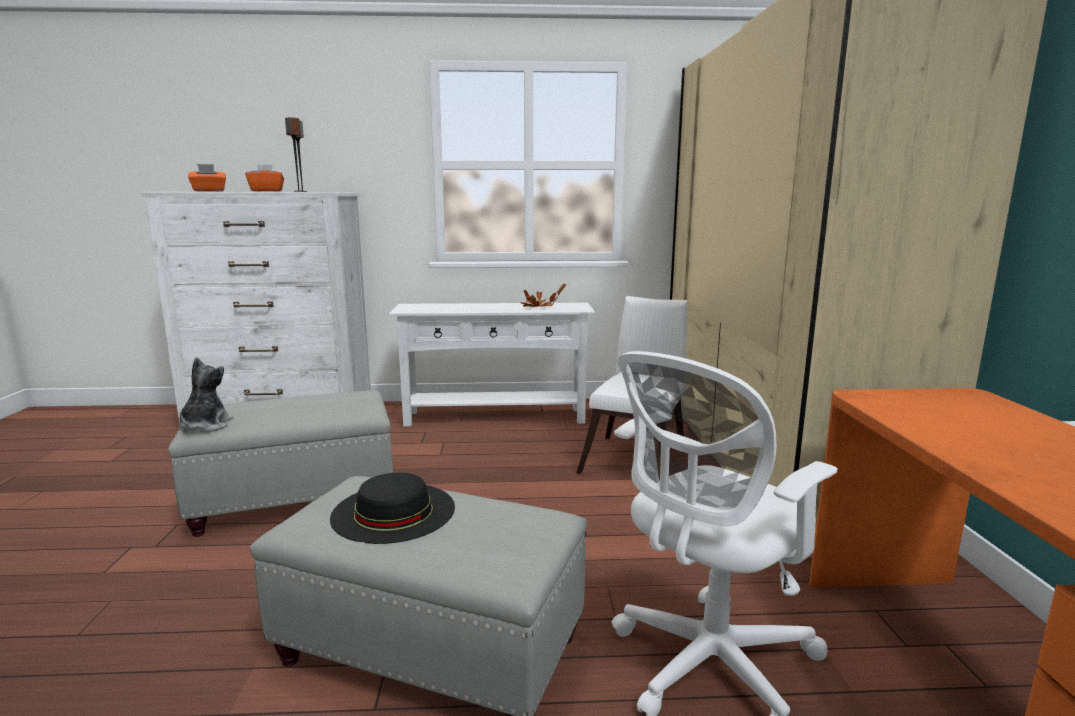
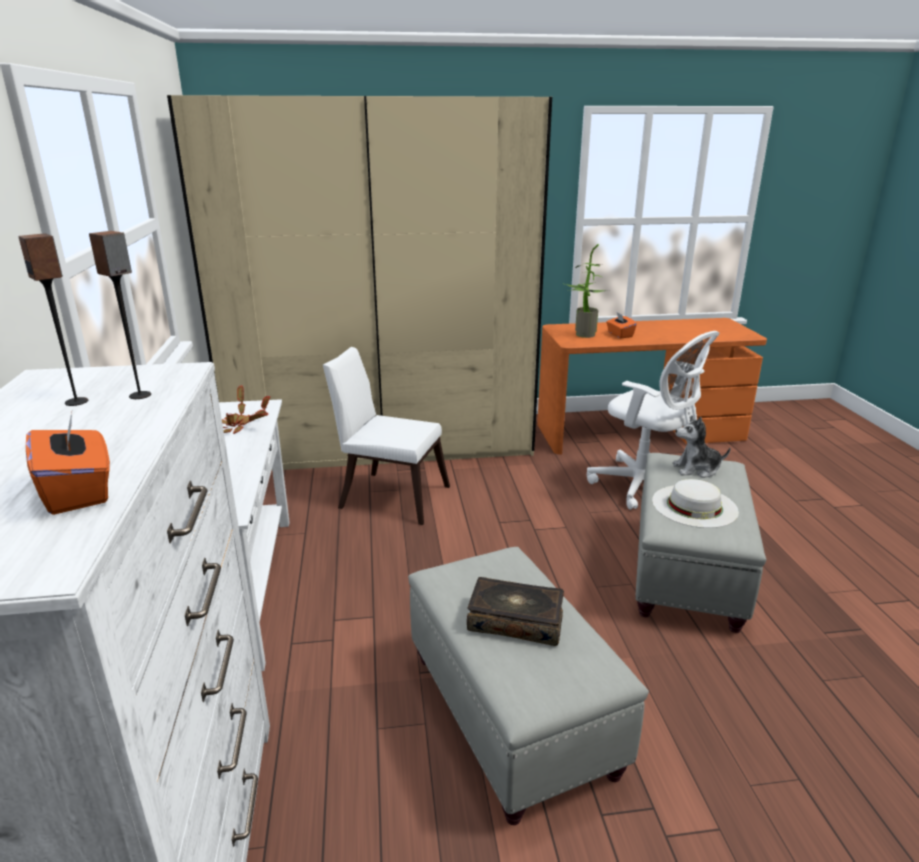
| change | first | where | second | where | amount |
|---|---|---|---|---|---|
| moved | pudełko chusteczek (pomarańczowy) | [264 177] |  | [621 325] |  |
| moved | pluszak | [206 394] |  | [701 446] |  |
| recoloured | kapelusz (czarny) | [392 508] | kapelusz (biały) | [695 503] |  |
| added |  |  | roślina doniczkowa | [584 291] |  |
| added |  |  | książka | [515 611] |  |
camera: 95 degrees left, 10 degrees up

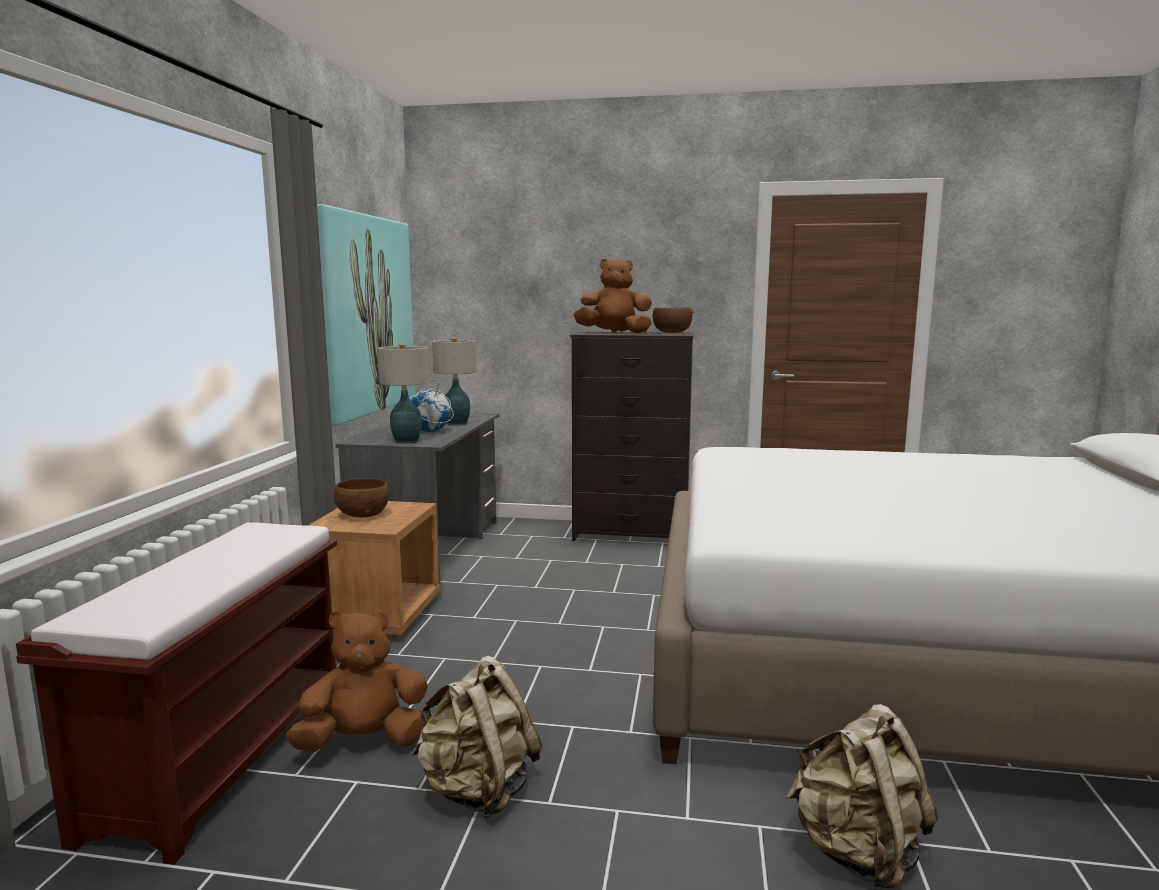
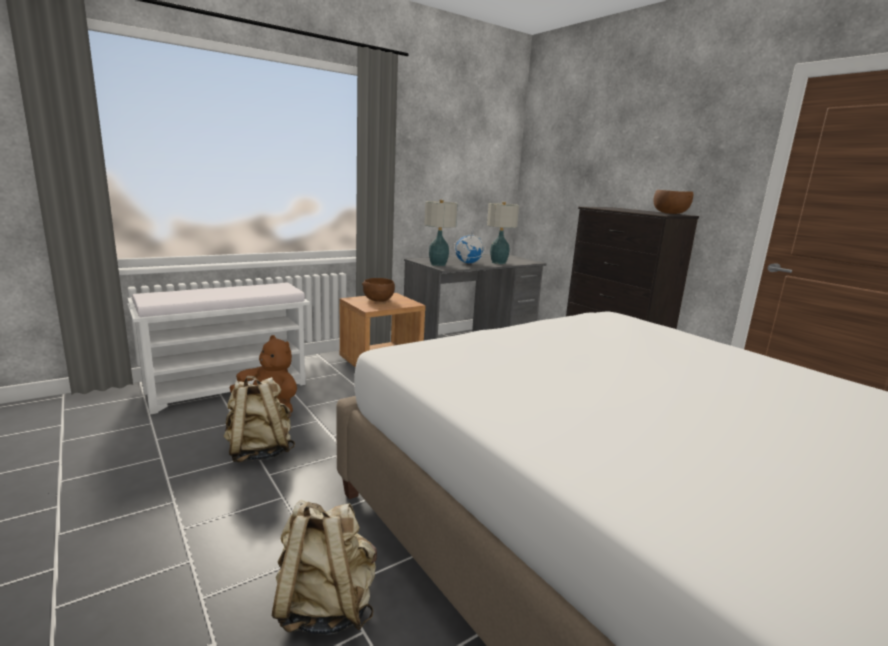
| change | first | where | second | where | amount |
|---|---|---|---|---|---|
| removed | obraz | [366 315] |  |  |  |
| removed | pluszak (brązowy) | [612 296] |  |  |  |
| recoloured | ławka (brązowy) | [176 693] | ławka (biały) | [218 348] |  |
camera: 45 degrees right, 5 degrees up

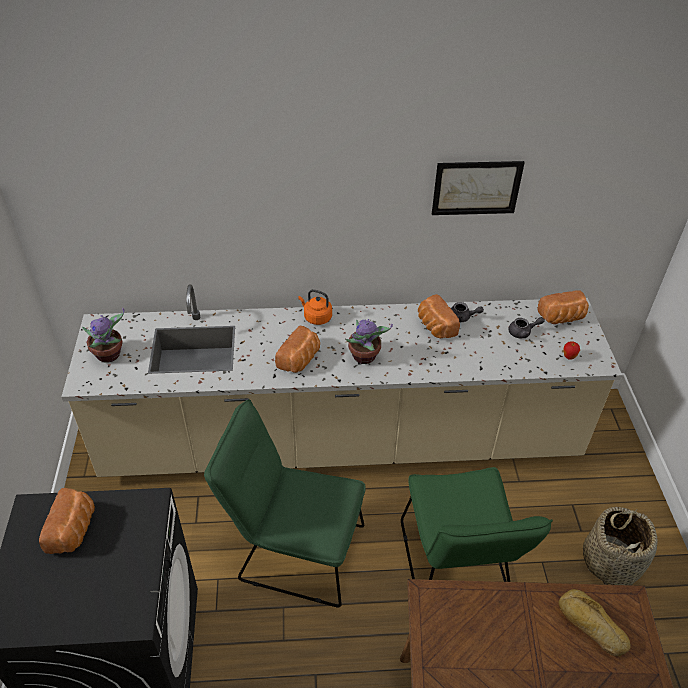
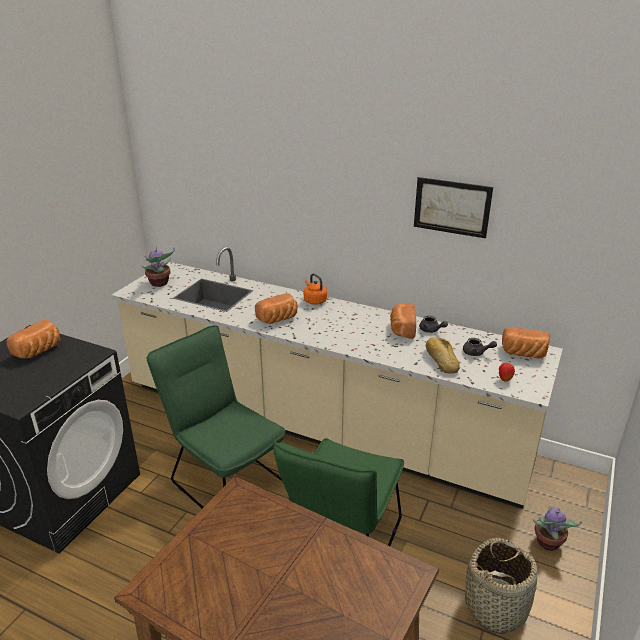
| change | first | where | second | where | amount |
|---|---|---|---|---|---|
| moved | roślina doniczkowa | [369 341] |  | [557 528] |  |
| moved | chleb | [594 623] |  | [443 355] |  |
camera: 30 degrees right, 15 degrees down

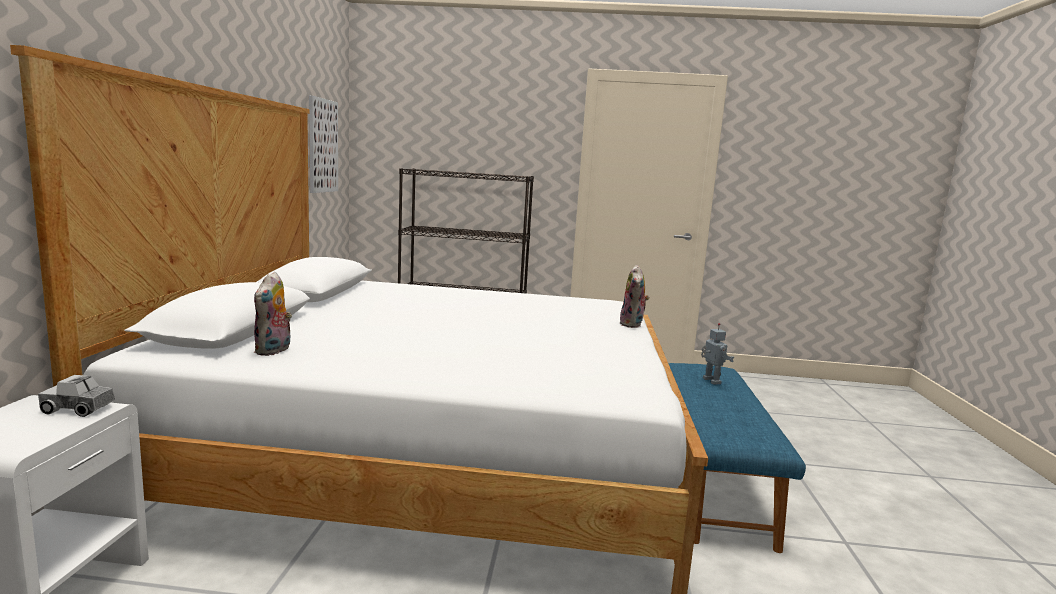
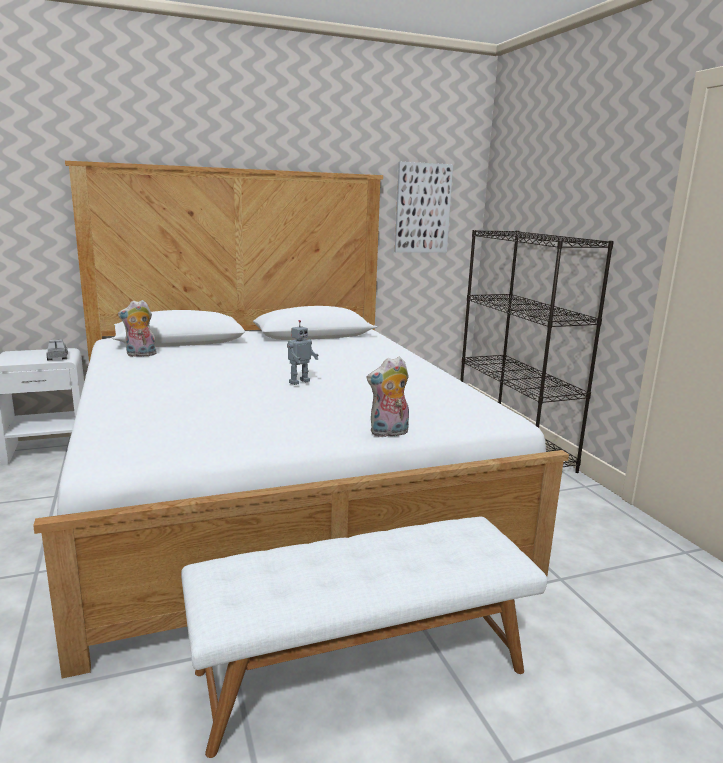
| change | first | where | second | where | amount |
|---|---|---|---|---|---|
| moved | robot zabawkowy | [717 354] |  | [303 352] |  |
| recoloured | ławka (niebieski) | [737 458] | ławka (biały) | [364 637] |  |
camera: 65 degrees right, 5 degrees up

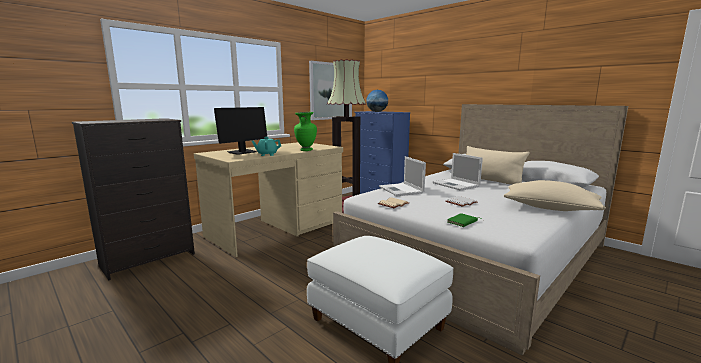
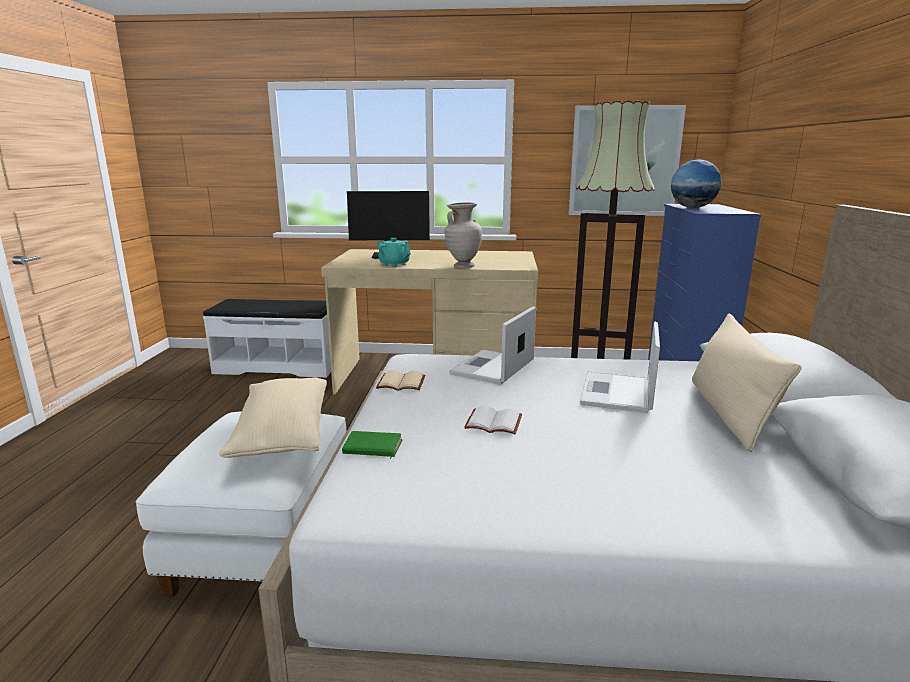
| change | first | where | second | where | amount |
|---|---|---|---|---|---|
| recoloured | wazon (zielony) | [305 131] | wazon (beżowy) | [463 235] |  |
| replaced | komoda (czarny) | [133 199] | ławka (biały) | [267 338] |  |
| moved | poduszka (beżowy) | [555 195] |  | [273 417] |  |
camera: 50 degrees right, 5 degrees up

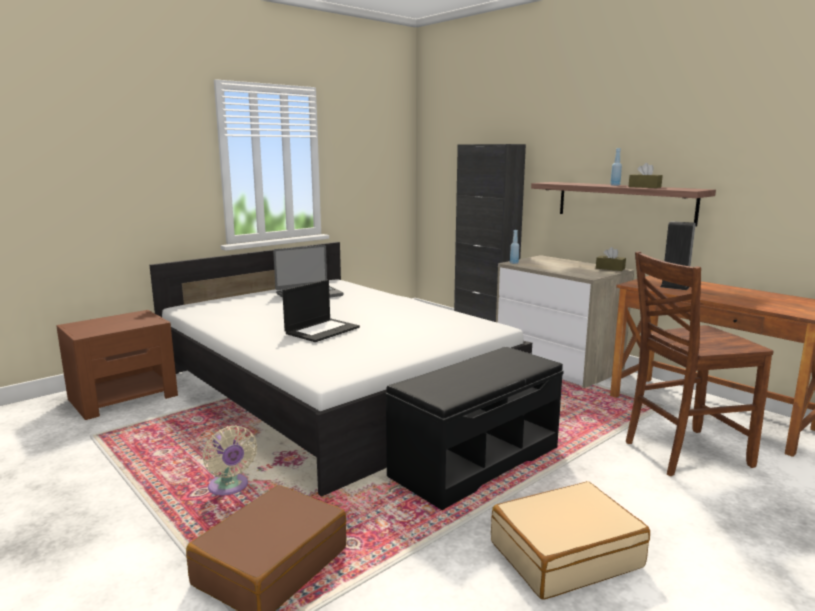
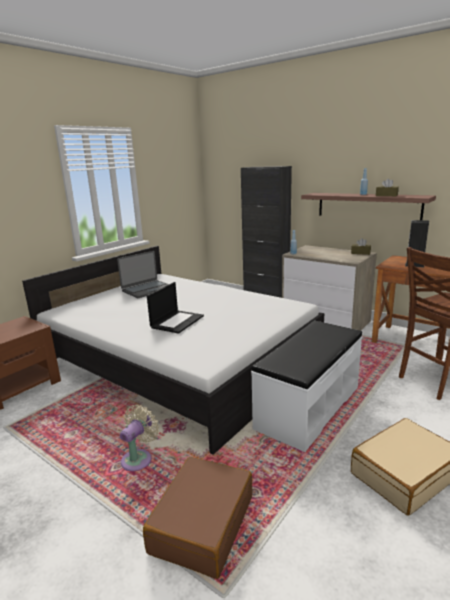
| change | first | where | second | where | amount |
|---|---|---|---|---|---|
| recoloured | ławka (czarny) | [474 428] | ławka (biały) | [307 386] |  |
| turned | wentylator (beżowy) | [230 461] |  | [139 437] | 105 degrees counterclockwise |
camera: 10 degrees left, 5 degrees up

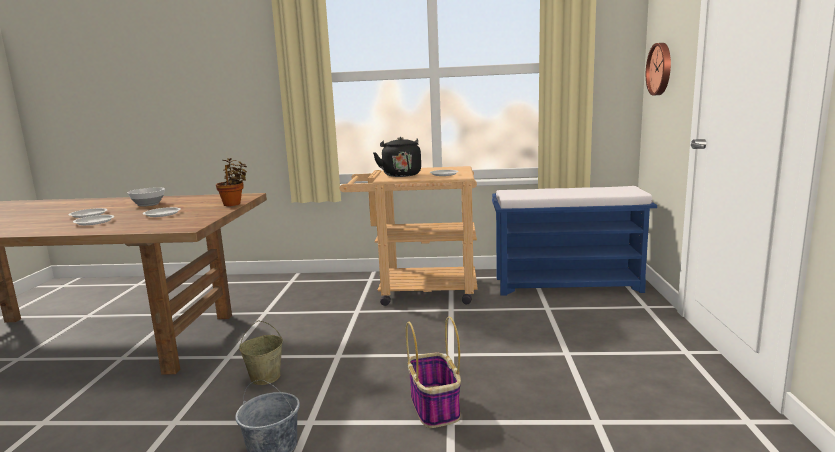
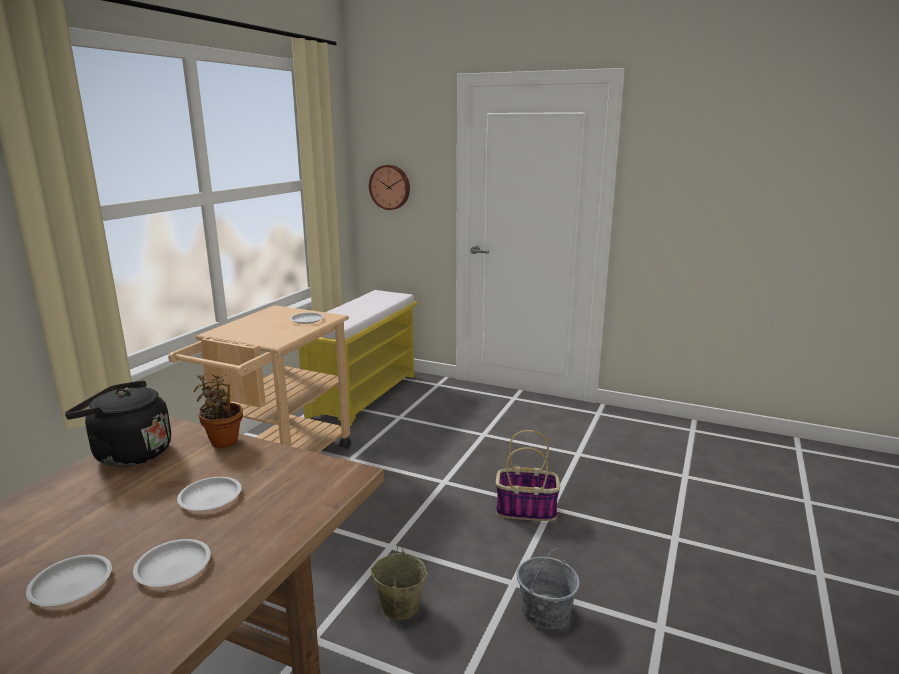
| change | first | where | second | where | amount |
|---|---|---|---|---|---|
| moved | czajnik (czarny) | [397 157] |  | [118 423] |  |
| recoloured | ławka (niebieski) | [574 241] | ławka (żółty) | [357 358] |  |
| removed | miska | [146 197] |  |  |  |
camera: 70 degrees left, 5 degrees up

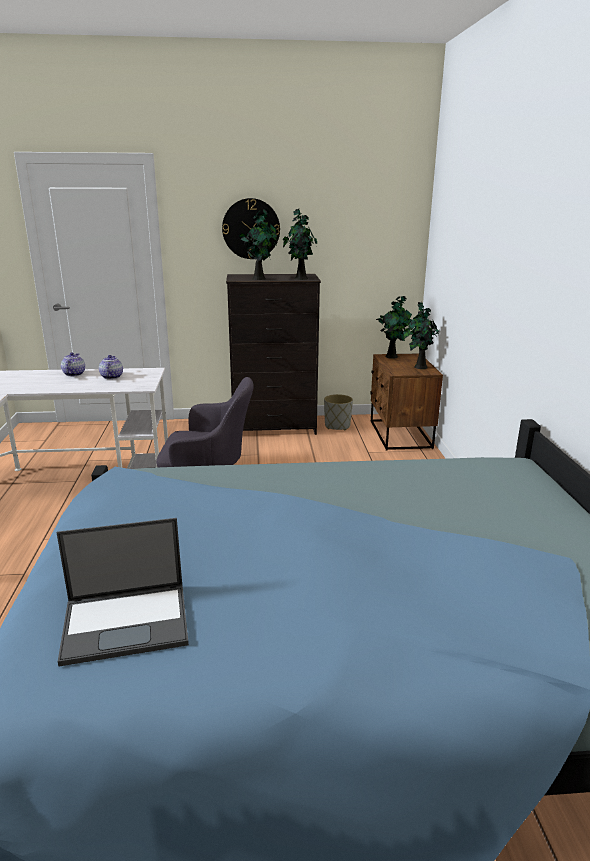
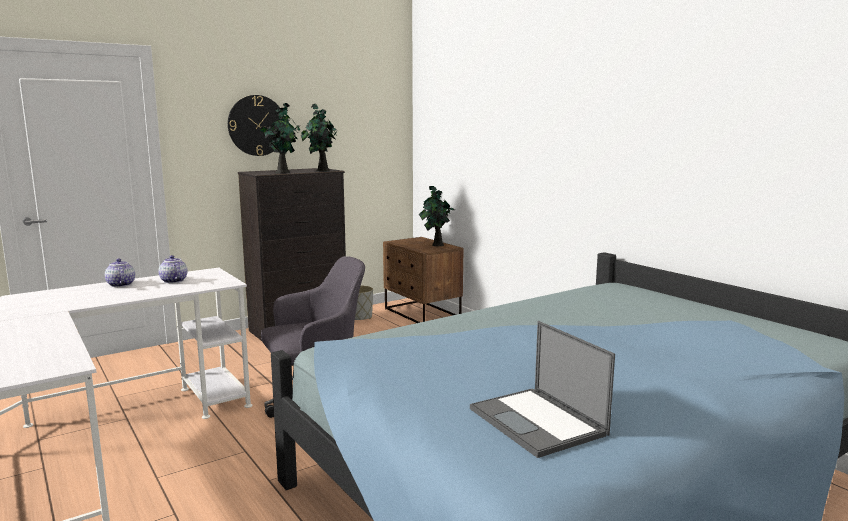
| change | first | where | second | where | amount |
|---|---|---|---|---|---|
| removed | roślina doniczkowa | [394 327] |  |  |  |
| turned | laptop | [122 592] |  | [542 389] | 105 degrees clockwise |
camera: 30 degrees left, 10 degrees down

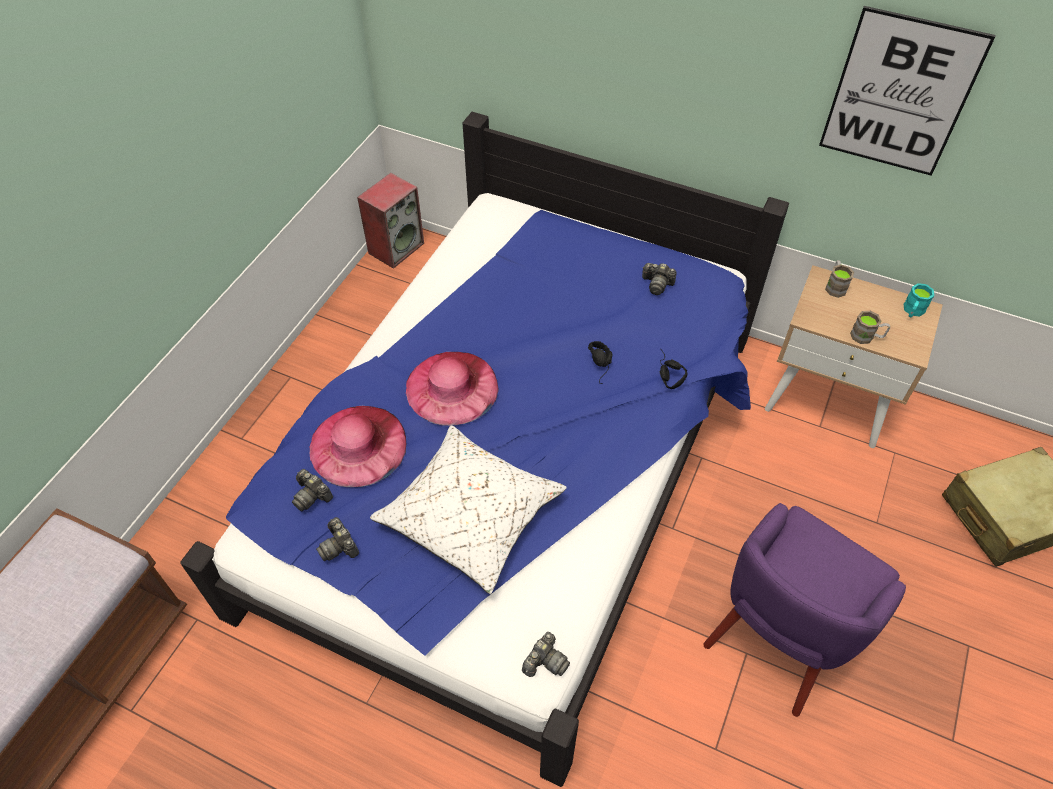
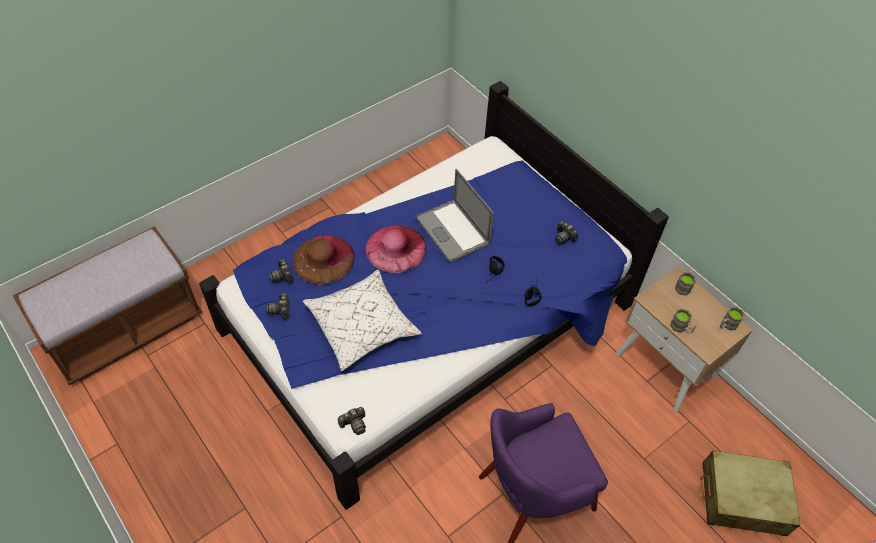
| change | first | where | second | where | amount |
|---|---|---|---|---|---|
| removed | obraz | [907 91] |  |  |  |
| removed | głośnik | [390 221] |  |  |  |
| recoloured | kubek (turkusowy) | [919 300] | kubek (brązowy) | [732 318] |  |
| recoloured | kapelusz (różowy) | [358 446] | kapelusz (brązowy) | [323 260] |  |
| added |  |  | laptop | [455 215] |  |
camera: 25 degrees right, 0 degrees up

